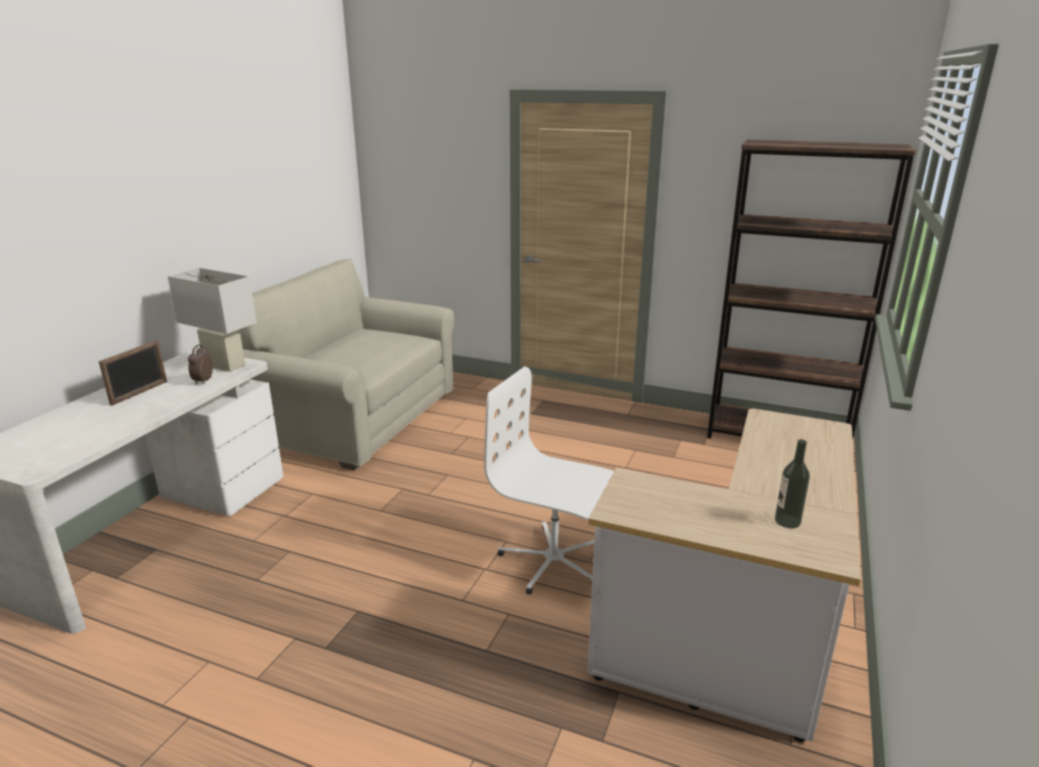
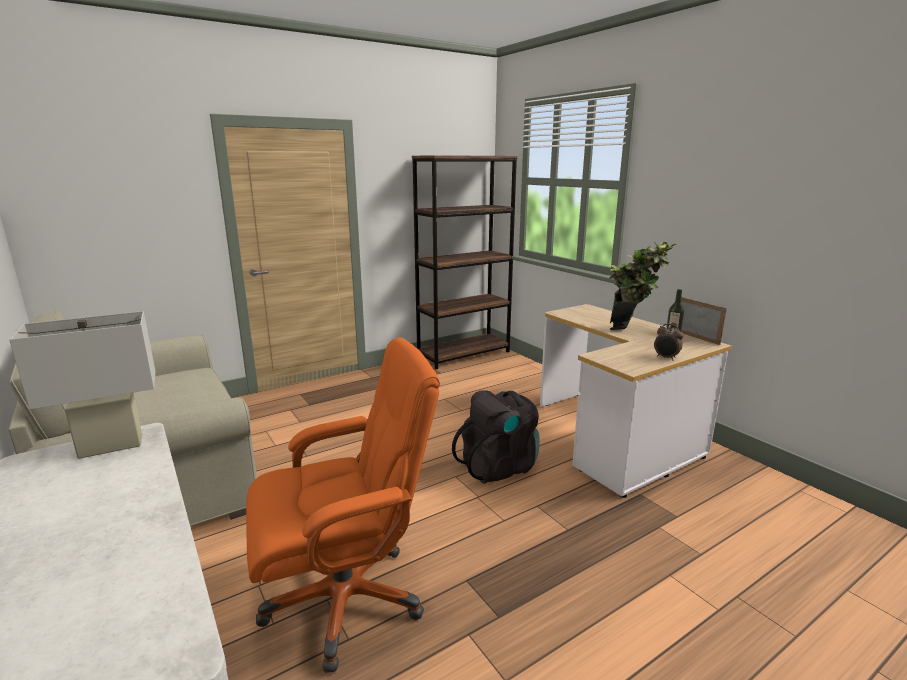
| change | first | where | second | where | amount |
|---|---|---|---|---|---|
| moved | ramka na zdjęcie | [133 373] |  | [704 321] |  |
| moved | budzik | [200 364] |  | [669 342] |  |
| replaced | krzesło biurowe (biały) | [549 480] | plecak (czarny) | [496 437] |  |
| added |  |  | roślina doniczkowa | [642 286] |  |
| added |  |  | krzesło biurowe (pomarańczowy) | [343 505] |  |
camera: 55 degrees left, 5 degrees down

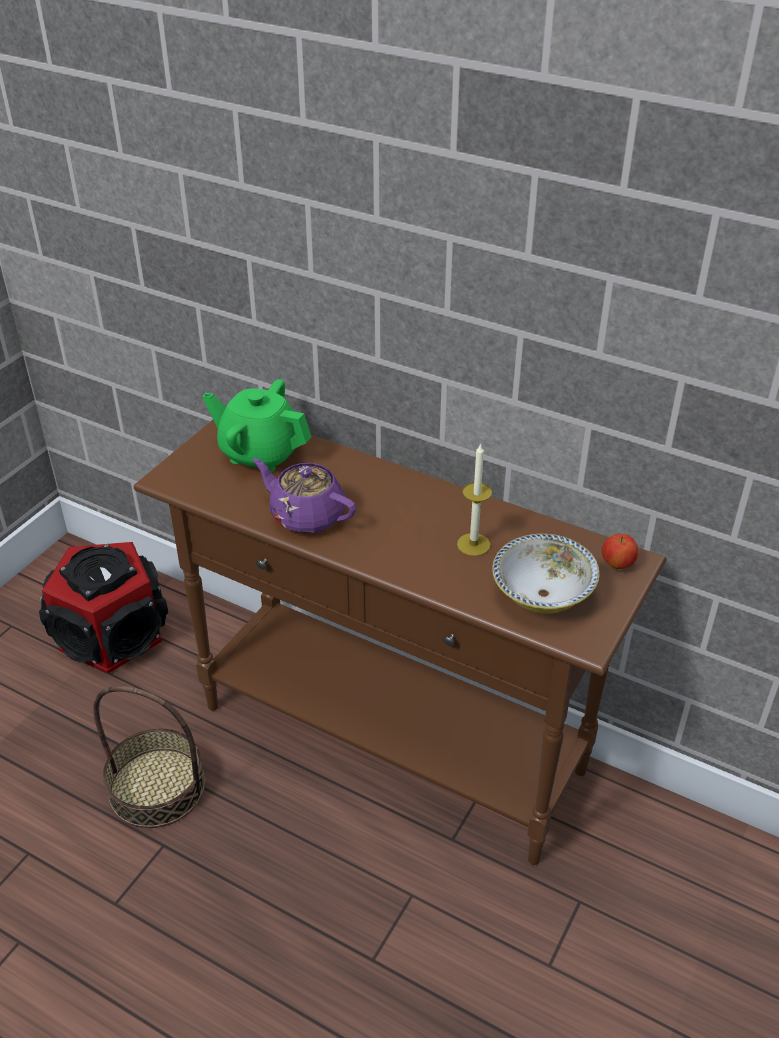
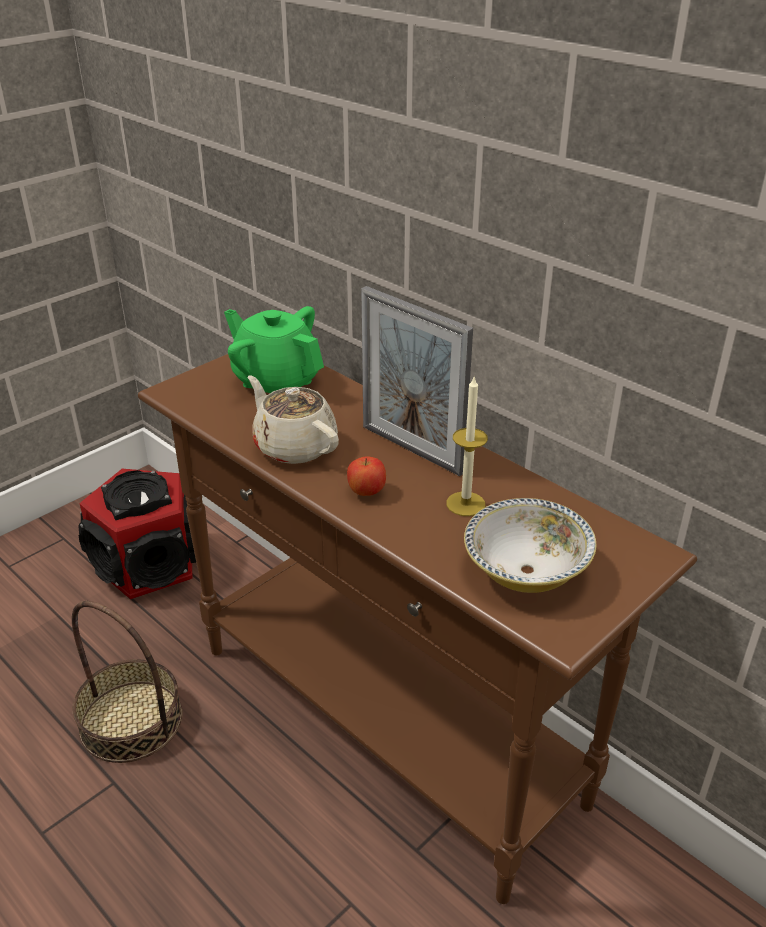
| change | first | where | second | where | amount |
|---|---|---|---|---|---|
| recoloured | imbryk (fioletowy) | [304 496] | imbryk (beżowy) | [293 420] |  |
| moved | jabłko | [620 551] |  | [366 476] |  |
| added |  |  | ramka na zdjęcie | [417 381] |  |
camera: 15 degrees right, 5 degrees down

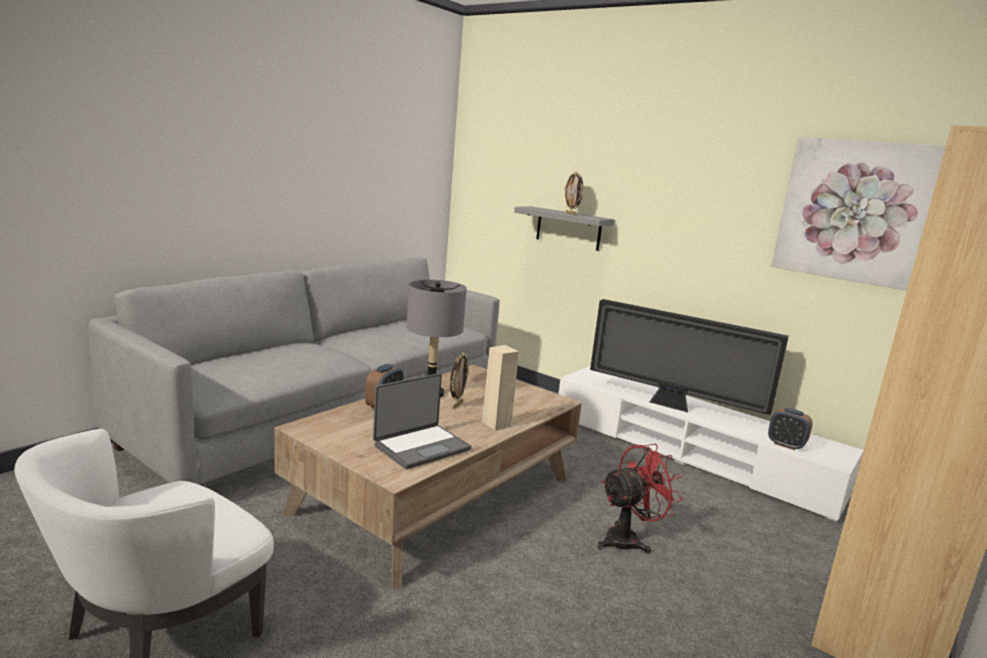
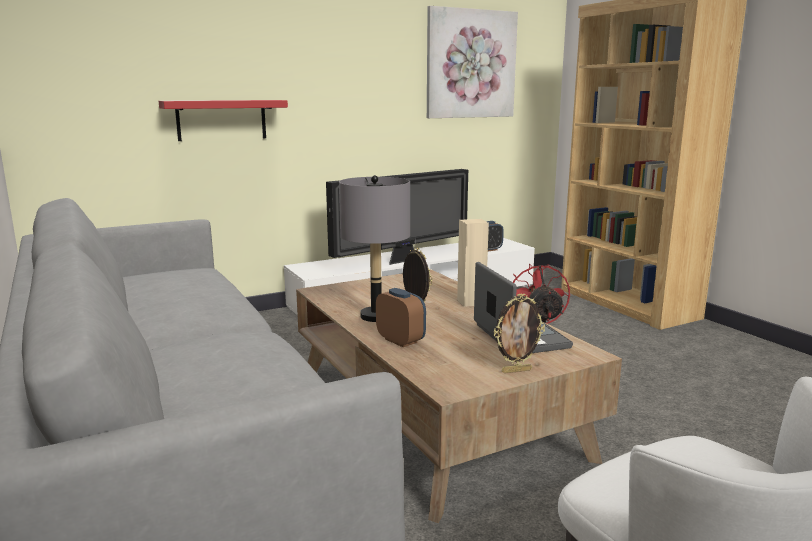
| change | first | where | second | where | amount |
|---|---|---|---|---|---|
| moved | ramka na zdjęcie | [574 193] |  | [519 333] |  |
| recoloured | półka (szary) | [564 228] | półka (czerwony) | [223 120] |  |
camera: 65 degrees left, 0 degrees up

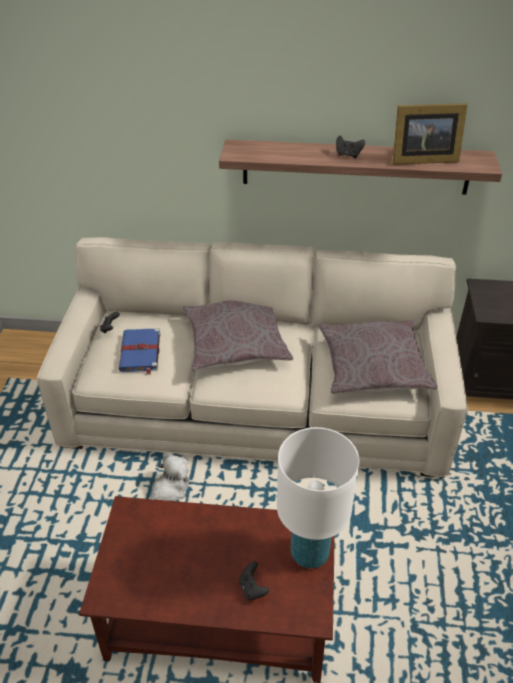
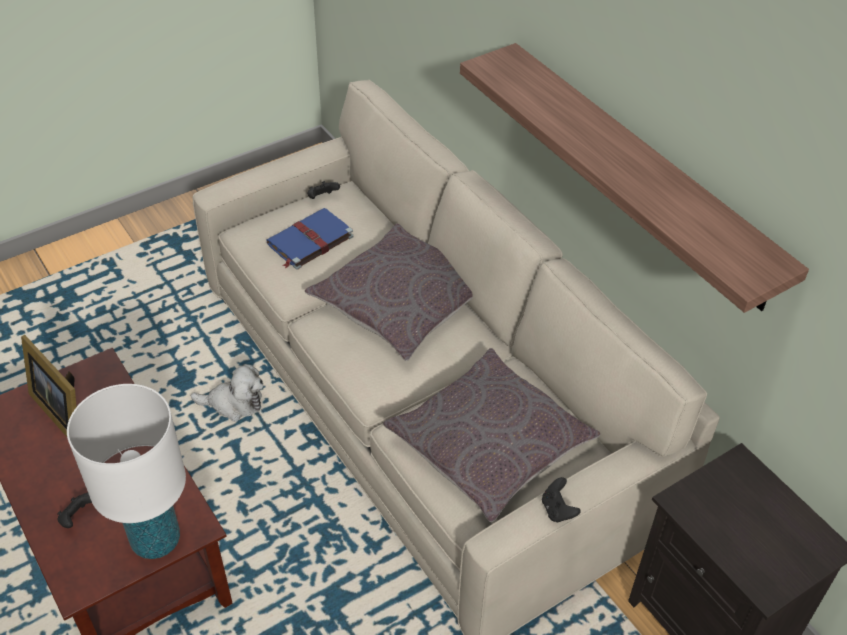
| change | first | where | second | where | amount |
|---|---|---|---|---|---|
| moved | ramka na zdjęcie | [430 134] |  | [49 386] |  |
| moved | pad do gier (czarny) | [350 147] |  | [561 499] |  |
camera: 50 degrees right, 5 degrees up

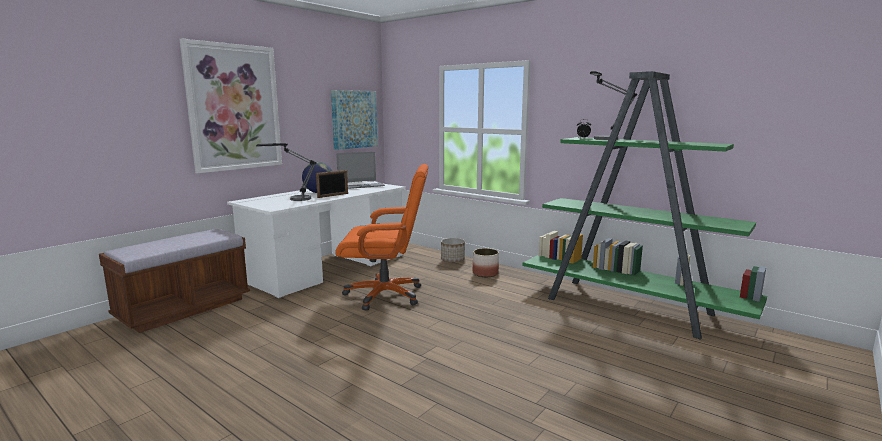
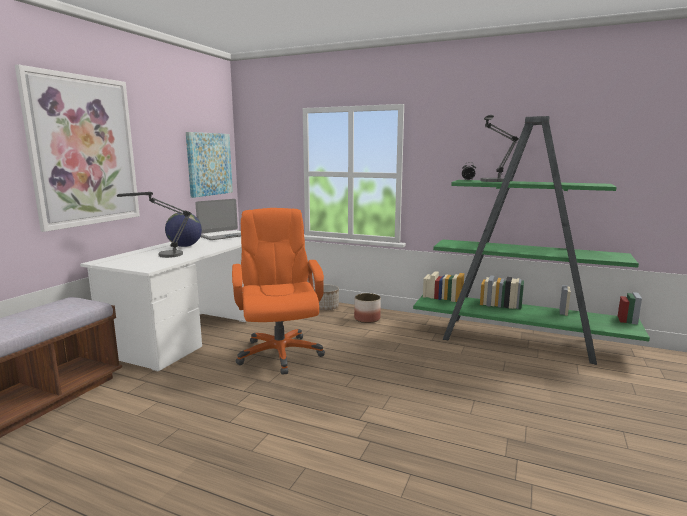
| change | first | where | second | where | amount |
|---|---|---|---|---|---|
| turned | krzesło biurowe (pomarańczowy) | [381 237] |  | [278 291] | 90 degrees counterclockwise |
| removed | ramka na zdjęcie | [332 184] |  |  |  |
camera: 15 degrees left, 0 degrees up

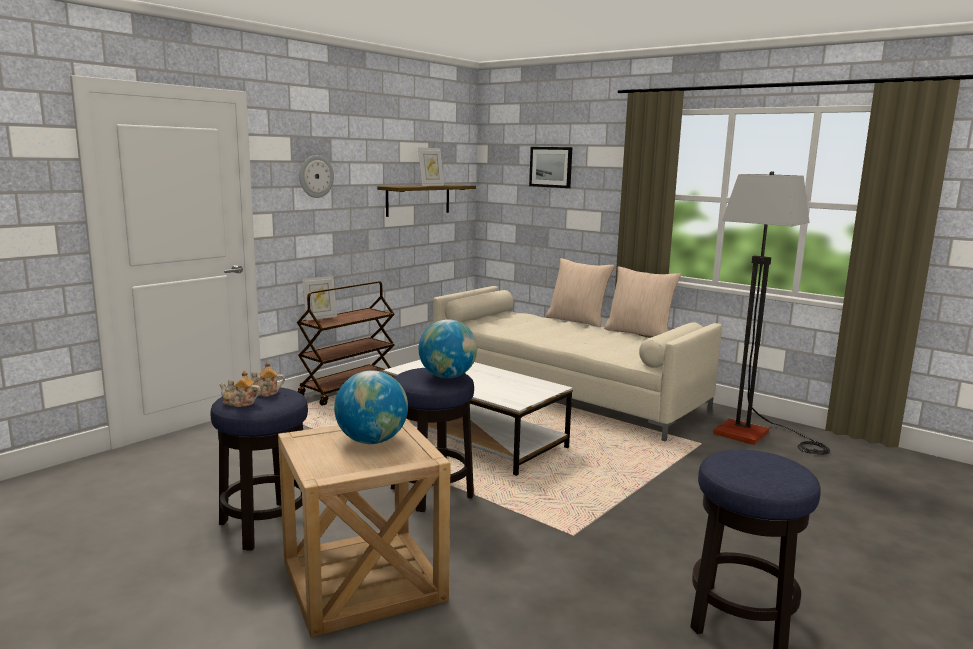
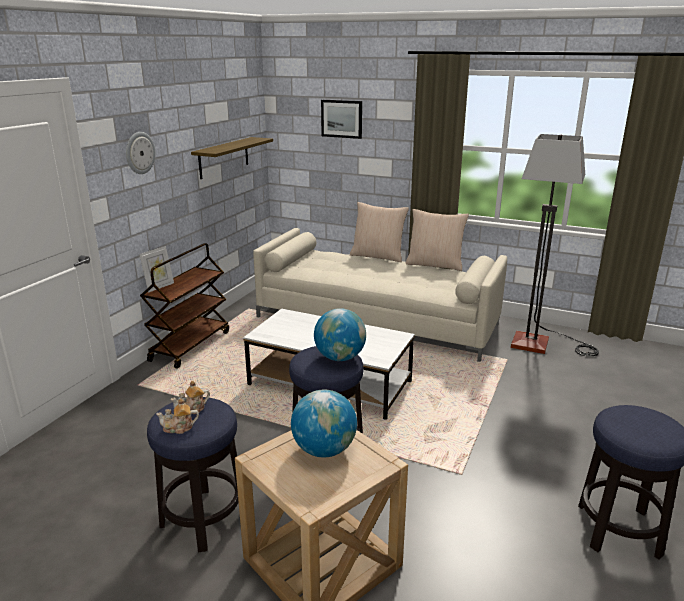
| change | first | where | second | where | amount |
|---|---|---|---|---|---|
| removed | ramka na zdjęcie | [431 166] |  |  |  |
camera: 15 degrees left, 10 degrees up

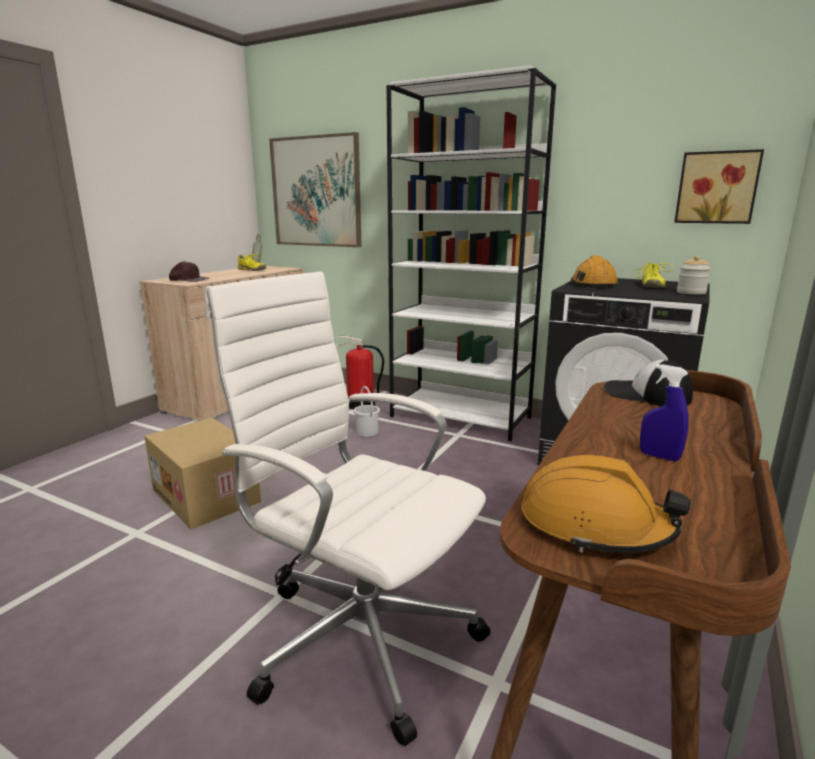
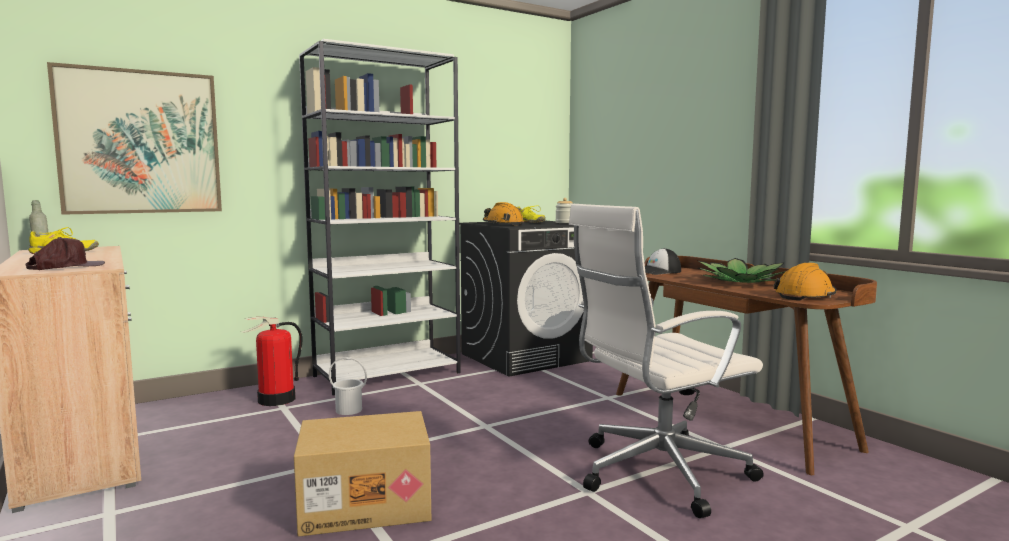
| change | first | where | second | where | amount |
|---|---|---|---|---|---|
| removed | obraz | [719 186] |  |  |  |
| replaced | spryskiwacz (niebieski) | [664 412] | roślina doniczkowa | [742 270] |  |
camera: 60 degrees left, 10 degrees down

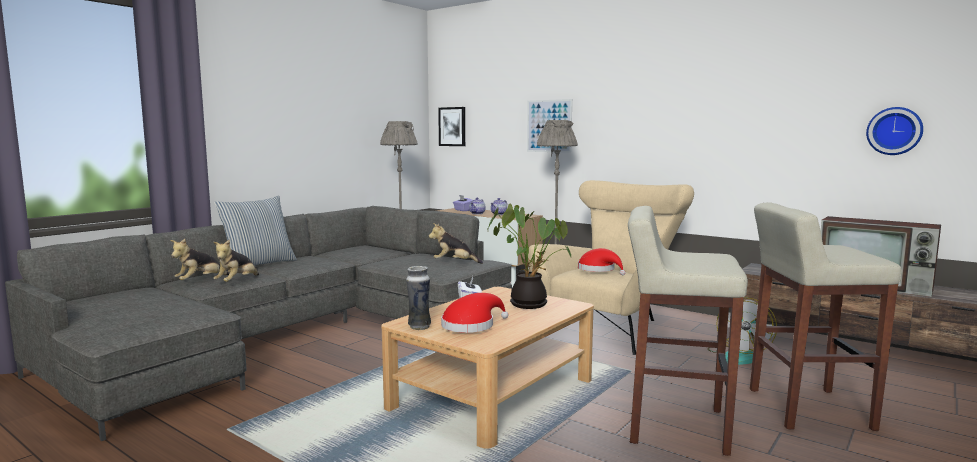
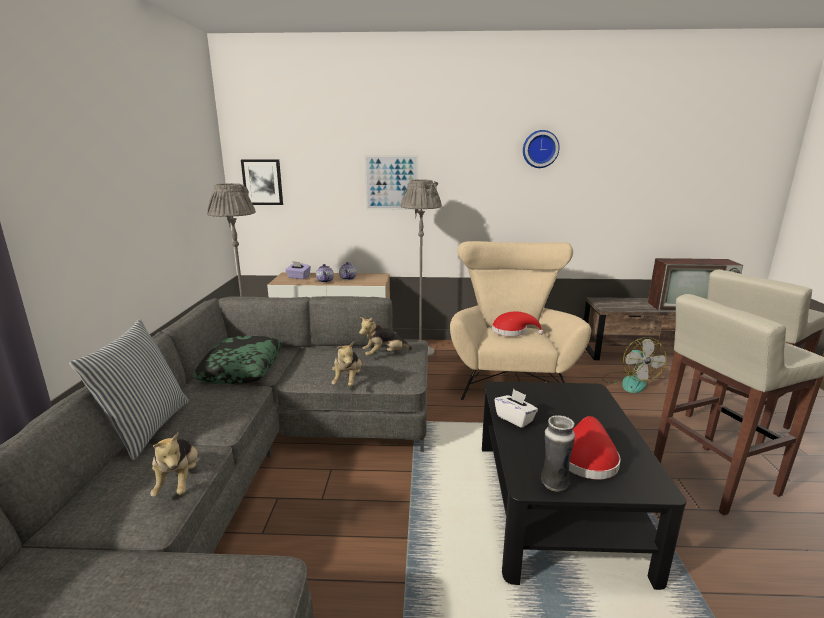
| change | first | where | second | where | amount |
|---|---|---|---|---|---|
| moved | zegar ścienny | [894 131] |  | [541 149] |  |
| removed | roślina doniczkowa | [529 256] |  |  |  |
| moved | pluszak | [199 259] |  | [347 363] |  |
| recoloured | ława (beżowy) | [487 368] | ława (czarny) | [584 486] |  |
| added |  |  | poduszka | [237 360] |  |
camera: 35 degrees left, 10 degrees up

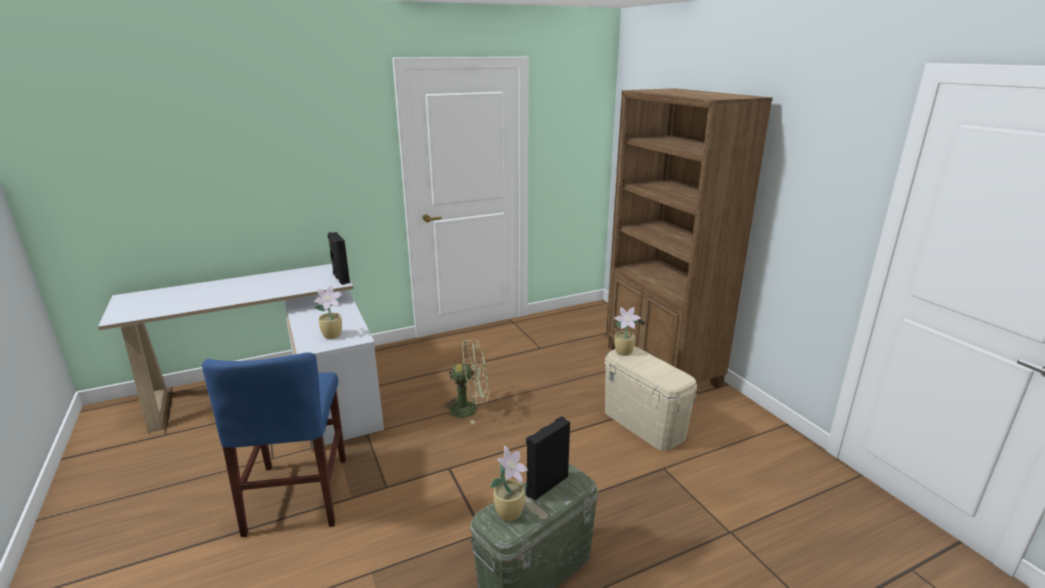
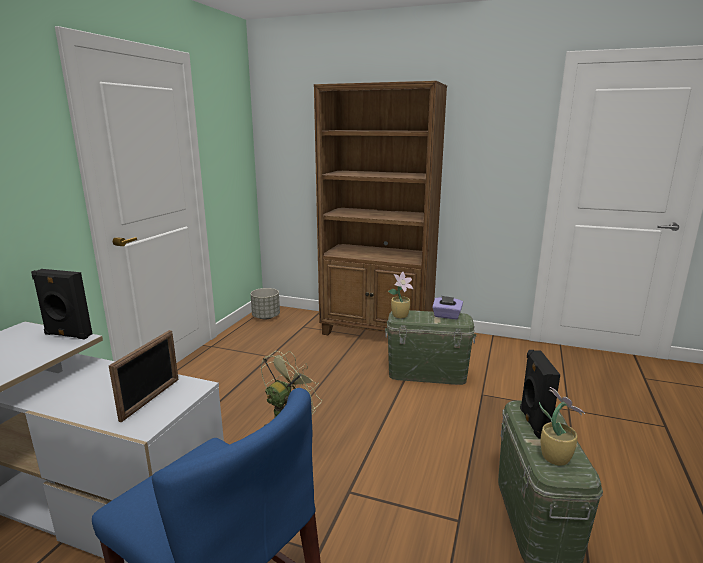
| change | first | where | second | where | amount |
|---|---|---|---|---|---|
| replaced | roślina doniczkowa | [328 312] | ramka na zdjęcie | [144 376] |  |
| recoloured | pojemnik do przechowywania (beżowy) | [651 398] | pojemnik do przechowywania (zielony) | [430 347] |  |
| added |  |  | donica (szary) | [265 304] |  |
| added |  |  | pudełko chusteczek (fioletowy) | [447 307] |  |
camera: 45 degrees left, 5 degrees down

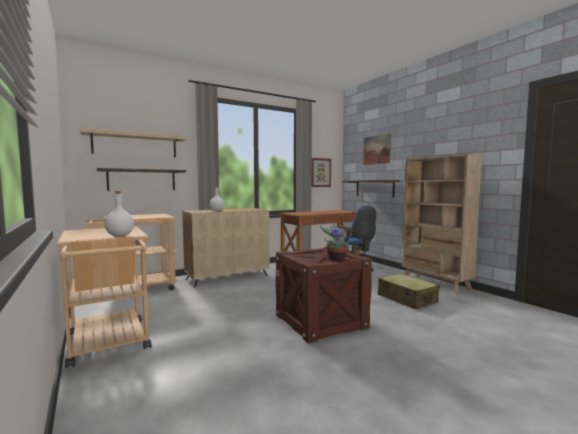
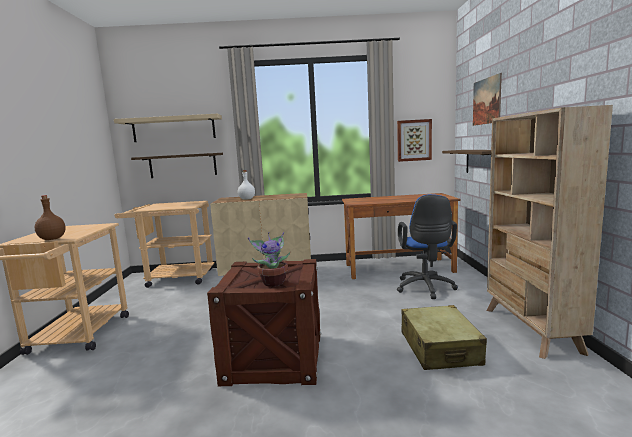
| change | first | where | second | where | amount |
|---|---|---|---|---|---|
| recoloured | butelka (biały) | [119 213] | butelka (brązowy) | [50 217] |  |
camera: 30 degrees right, 5 degrees up

